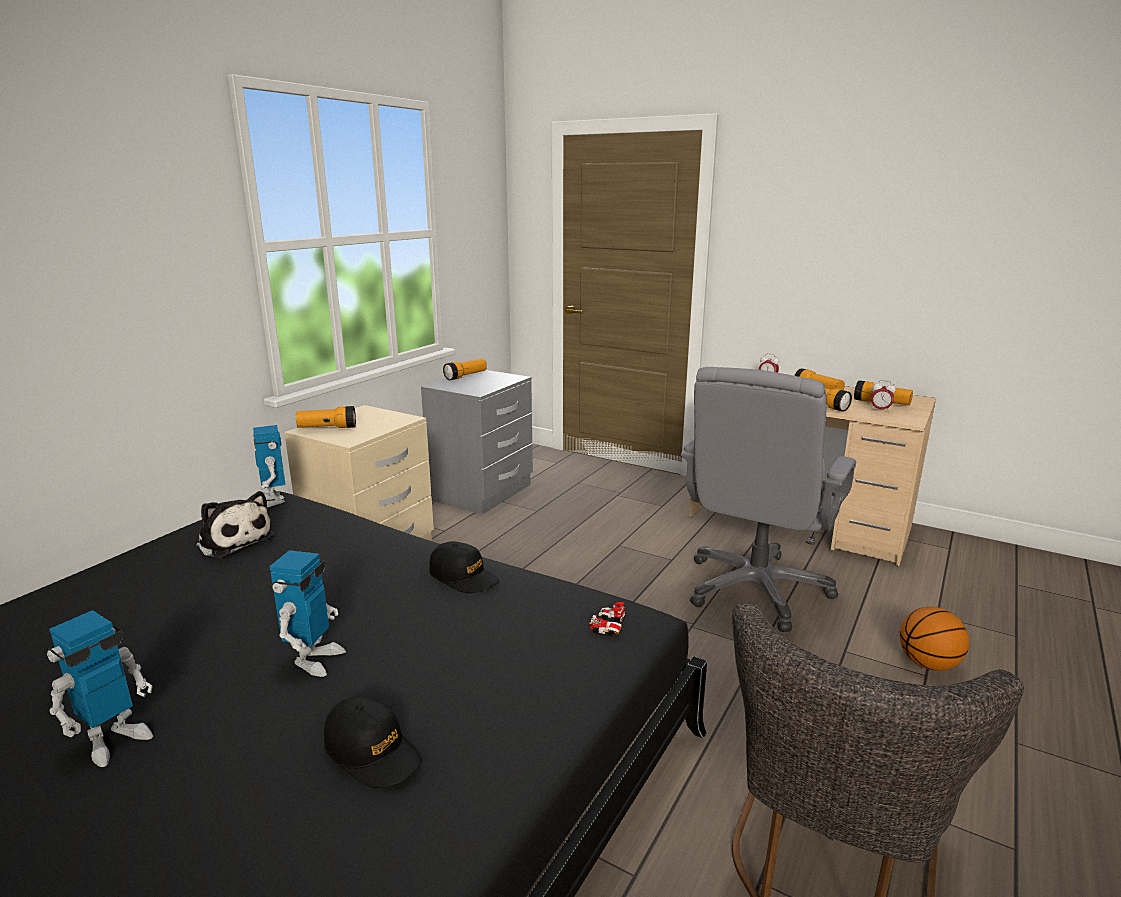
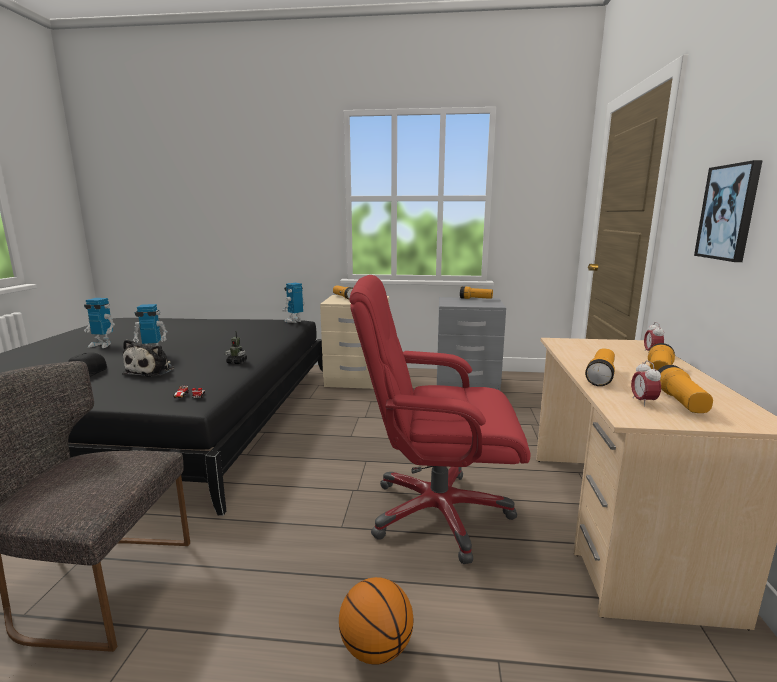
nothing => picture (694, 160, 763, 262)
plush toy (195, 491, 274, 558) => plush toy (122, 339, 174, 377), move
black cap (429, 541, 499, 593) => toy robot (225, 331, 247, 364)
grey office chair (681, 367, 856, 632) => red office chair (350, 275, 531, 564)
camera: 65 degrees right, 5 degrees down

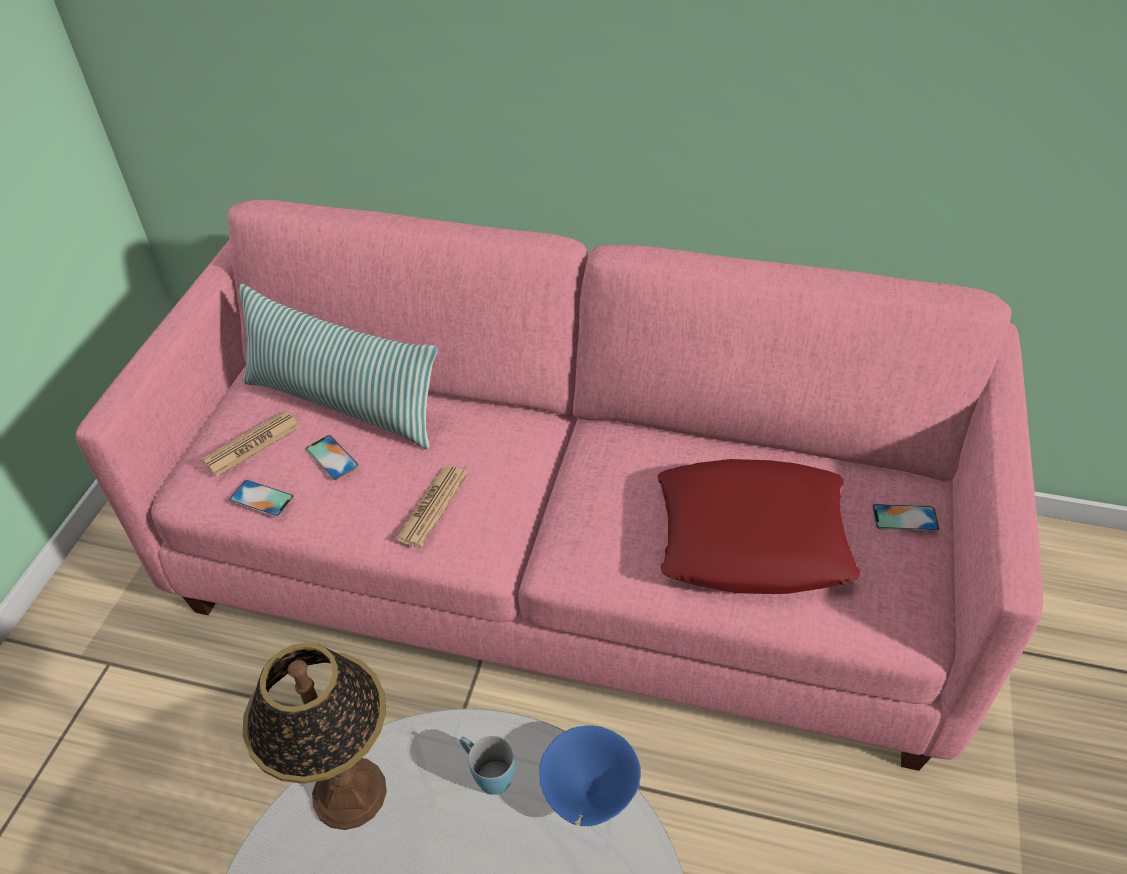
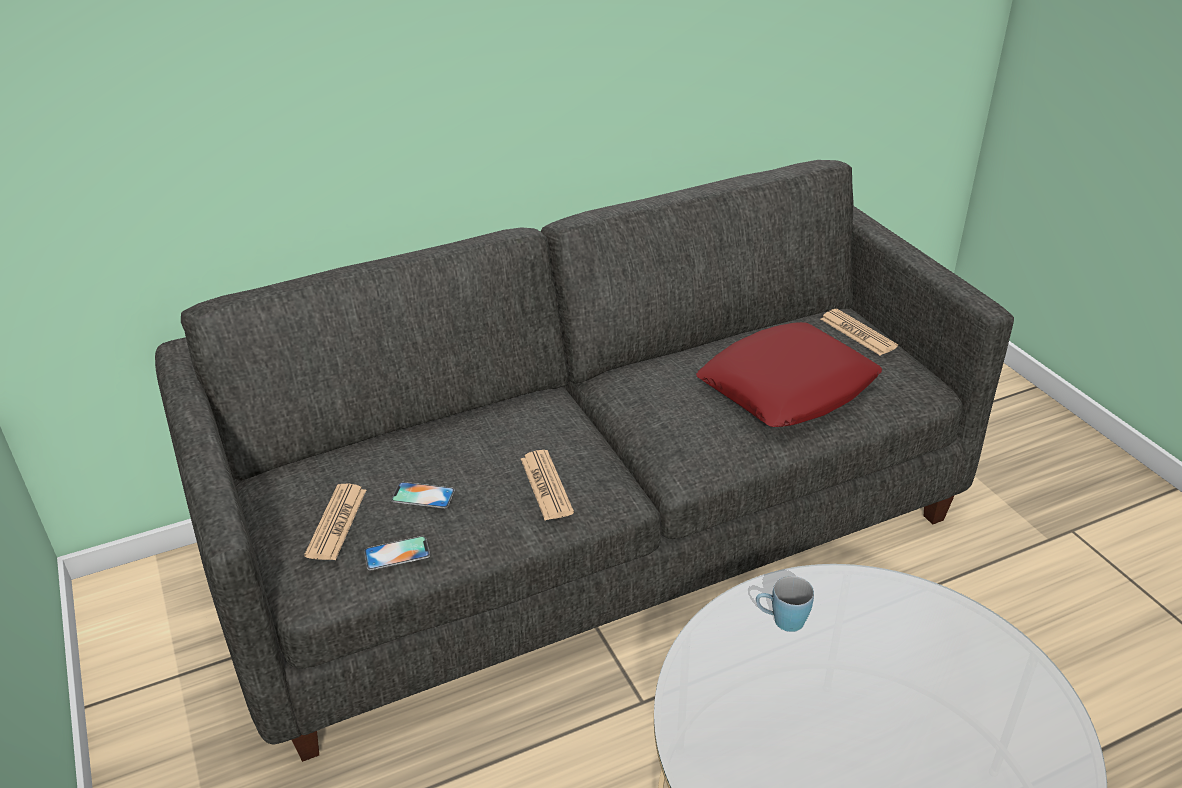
pillow (239, 284, 438, 449) => nothing
table lamp (243, 643, 387, 830) => nothing
blue bowl (539, 726, 641, 826) => nothing
phone (872, 504, 939, 531) => newspaper (820, 309, 898, 356)
pink sofa (76, 200, 1043, 771) => grey sofa (155, 160, 1014, 762)
camera: 40 degrees left, 10 degrees down

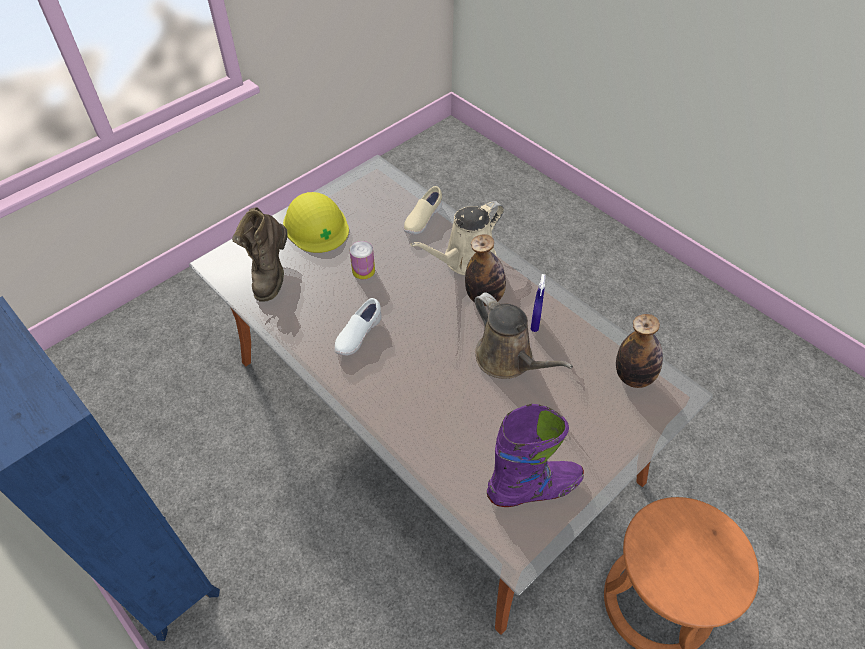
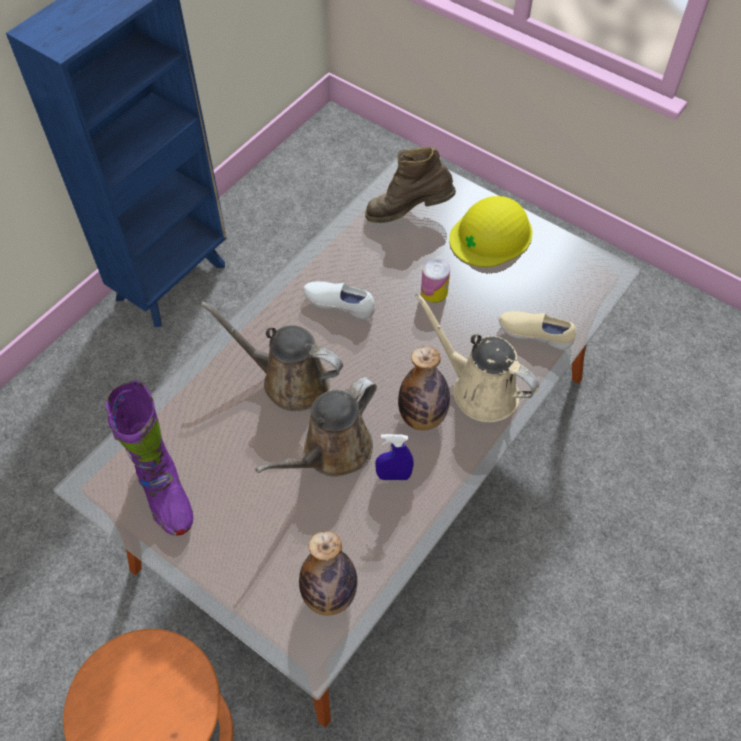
nothing => brown watering can (200, 301, 343, 411)
camera: 80 degrees right, 5 degrees up

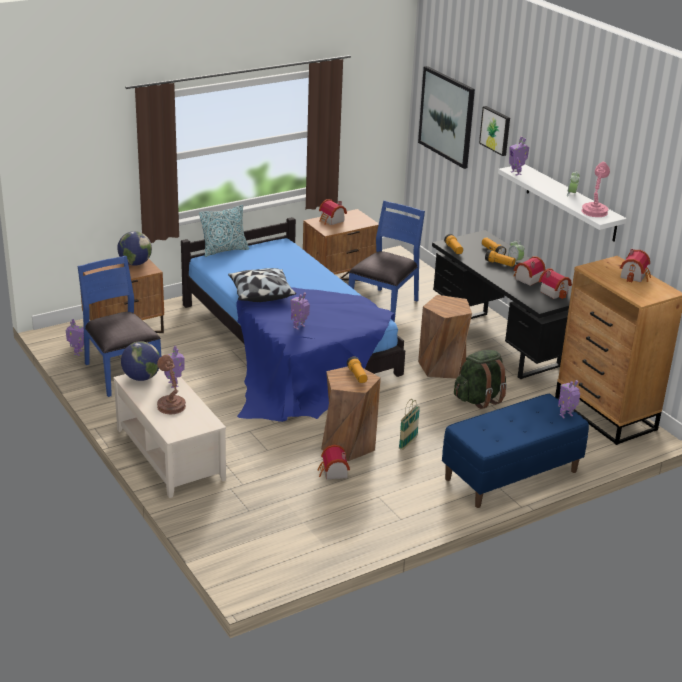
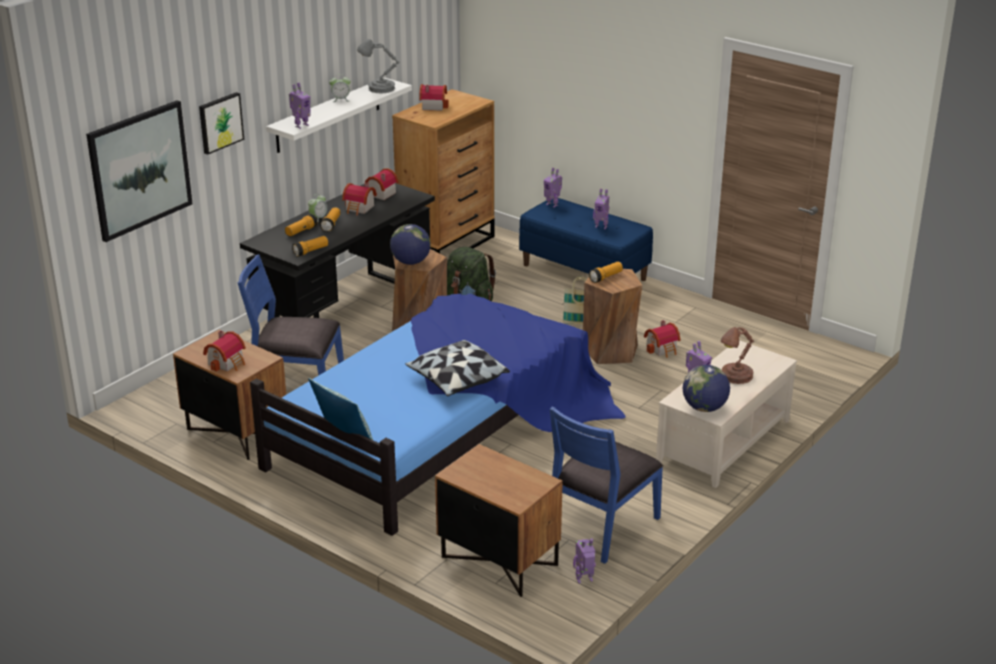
globe (117, 231, 152, 266) => globe (390, 224, 431, 265), move
toy robot (290, 292, 310, 330) => toy robot (593, 188, 610, 229), move
pink table lamp (582, 162, 610, 217) => grey table lamp (357, 39, 399, 93)
camera: 110 degrees left, 0 degrees up

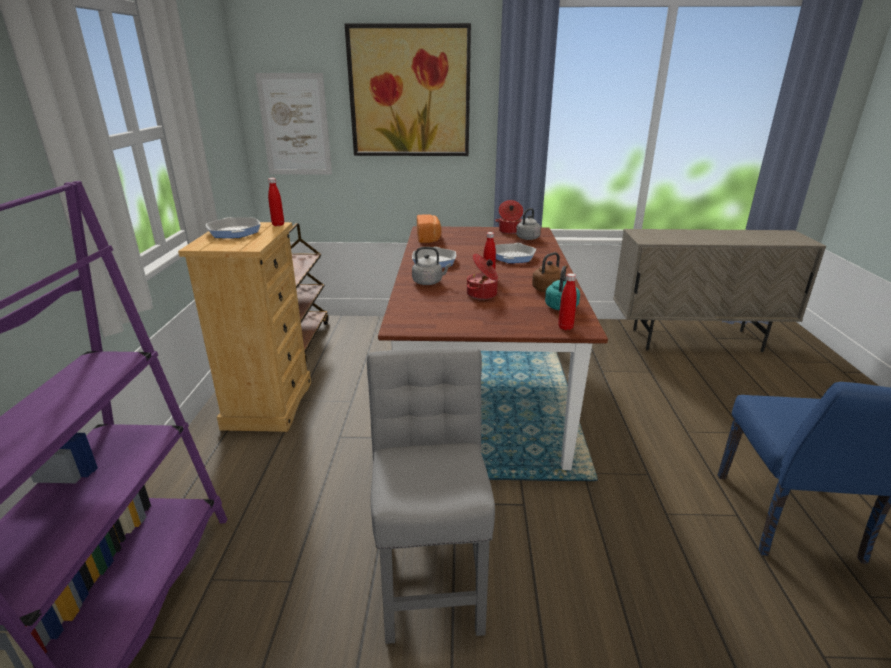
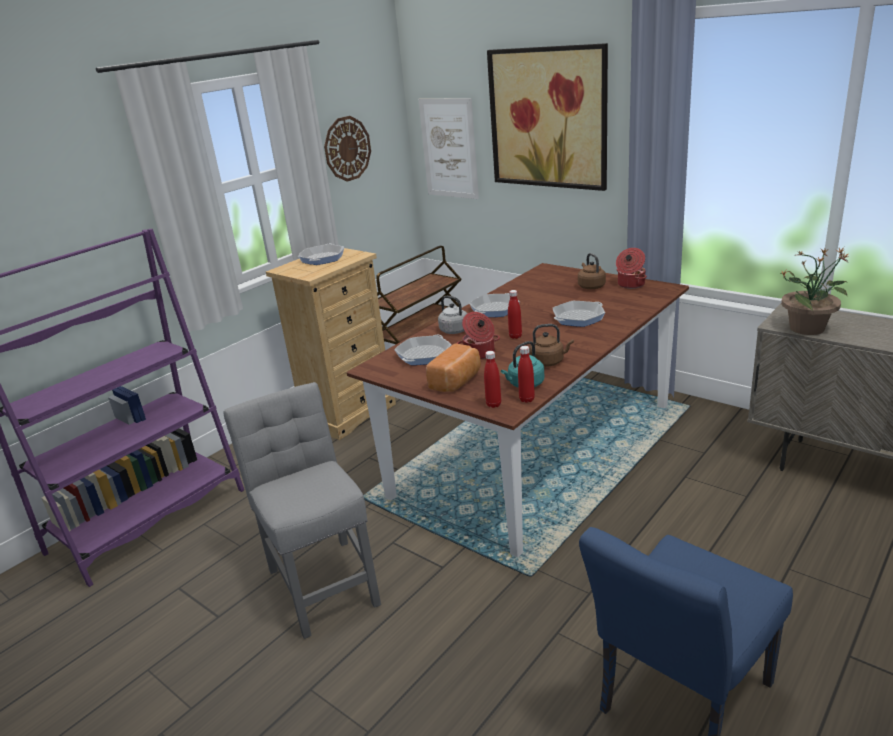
grey kettle (516, 208, 541, 240) => nothing
nothing => wall clock (324, 116, 371, 182)
nothing => frying pan (394, 335, 452, 365)
nothing => brown kettle (578, 253, 606, 289)
nothing => potted plant (779, 247, 849, 335)
red bottle (268, 178, 284, 226) => red bottle (518, 346, 535, 403), move
bread (417, 214, 441, 243) => bread (426, 343, 481, 392), move
grey chair (367, 347, 495, 644) => grey chair (224, 382, 381, 639), 60 degrees counterclockwise
camera: 40 degrees right, 0 degrees up

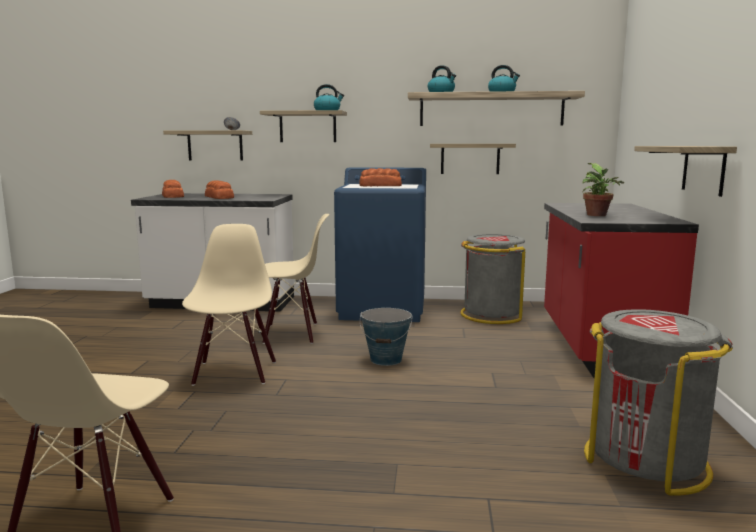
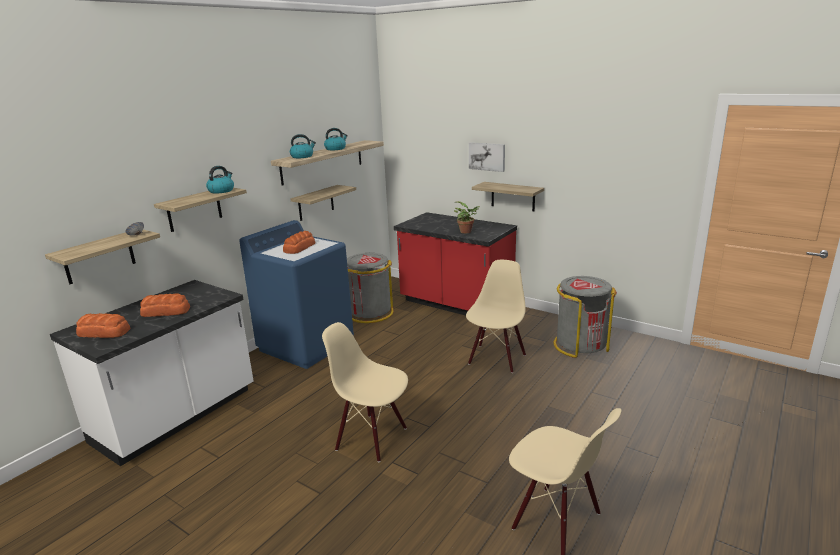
bucket (360, 308, 412, 366) => nothing
nothing => picture (469, 142, 505, 172)
beige chair (263, 214, 329, 344) => beige chair (466, 260, 526, 373), move
camera: 60 degrees left, 10 degrees up

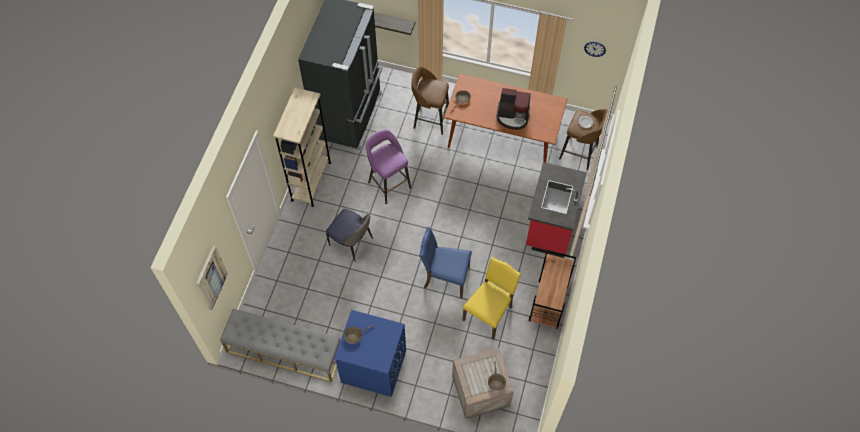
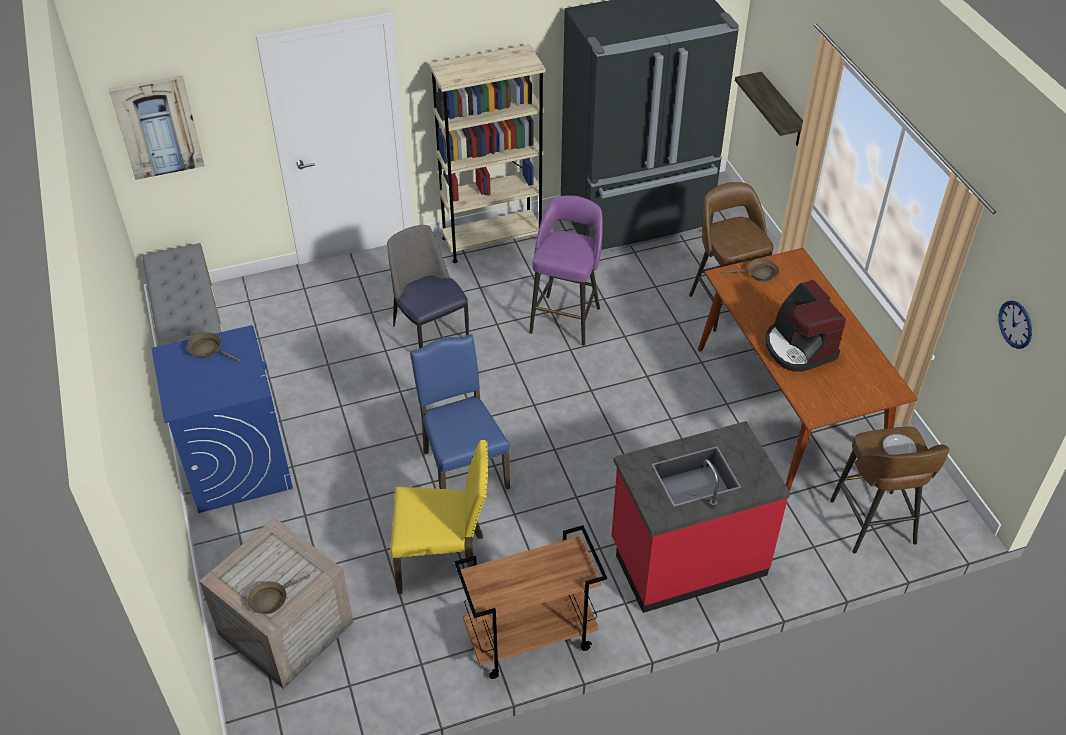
chair (326, 209, 373, 261) => chair (387, 225, 469, 348), 150 degrees clockwise
camera: 55 degrees right, 15 degrees down

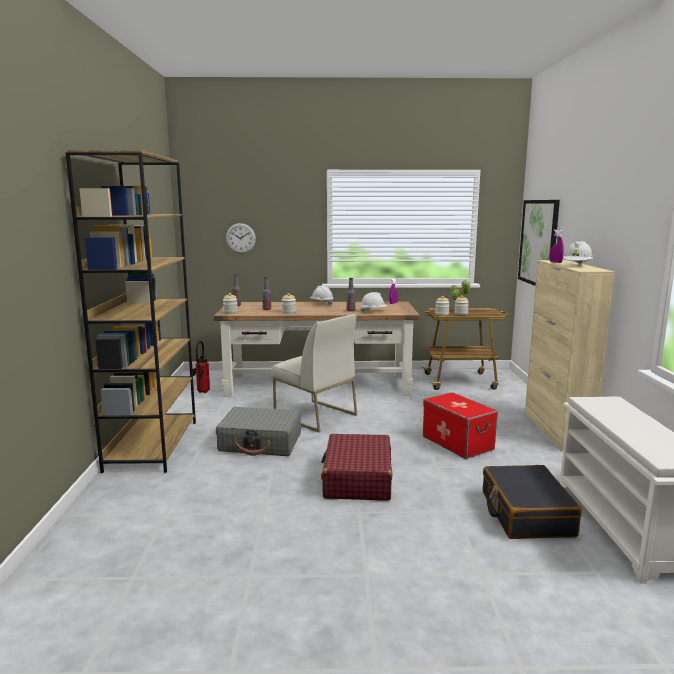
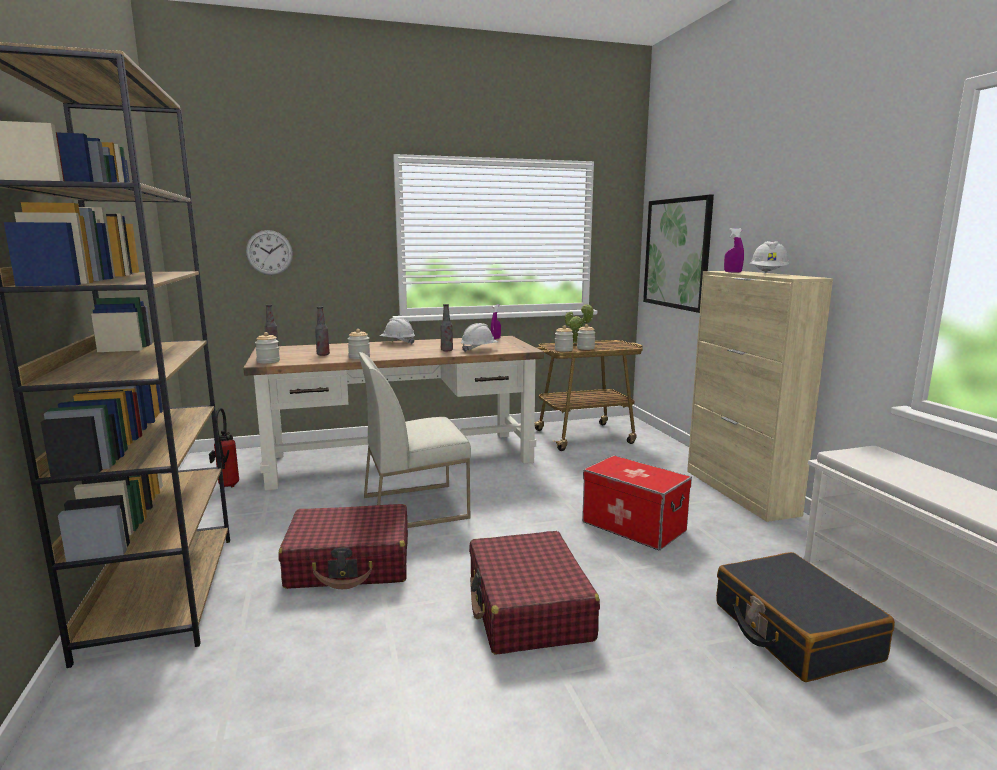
grey suitcase (216, 407, 301, 456) => red suitcase (279, 504, 408, 589)
white chair (272, 314, 357, 432) => white chair (359, 352, 471, 528), 135 degrees clockwise
camera: 15 degrees left, 0 degrees up

